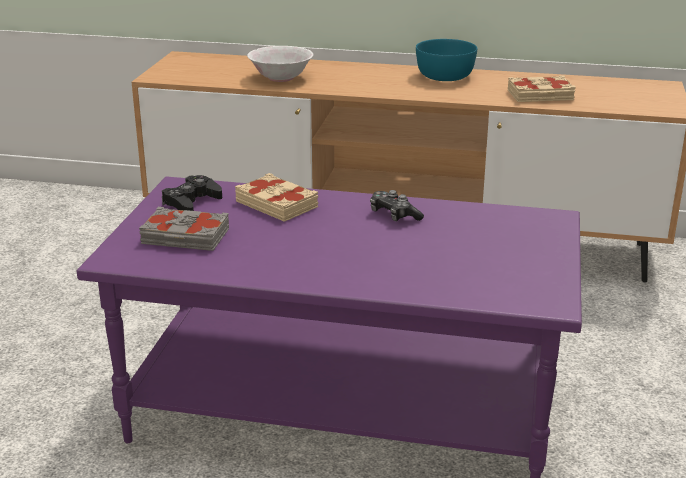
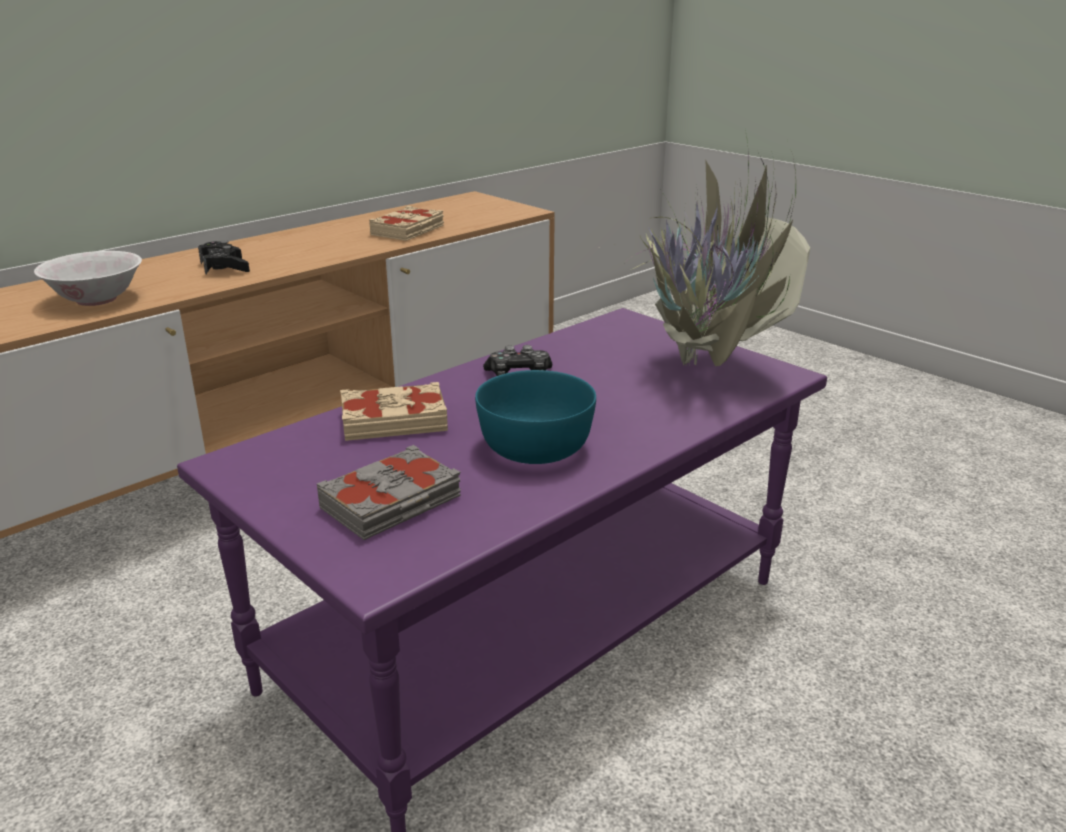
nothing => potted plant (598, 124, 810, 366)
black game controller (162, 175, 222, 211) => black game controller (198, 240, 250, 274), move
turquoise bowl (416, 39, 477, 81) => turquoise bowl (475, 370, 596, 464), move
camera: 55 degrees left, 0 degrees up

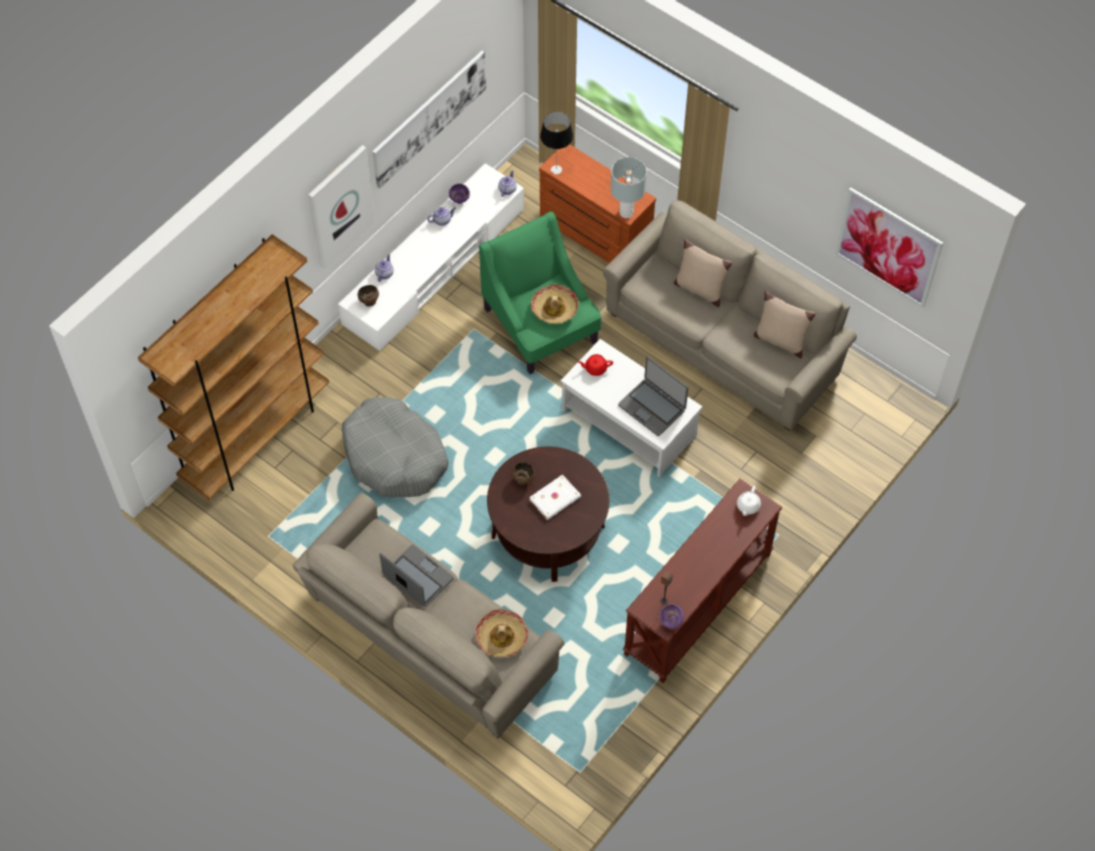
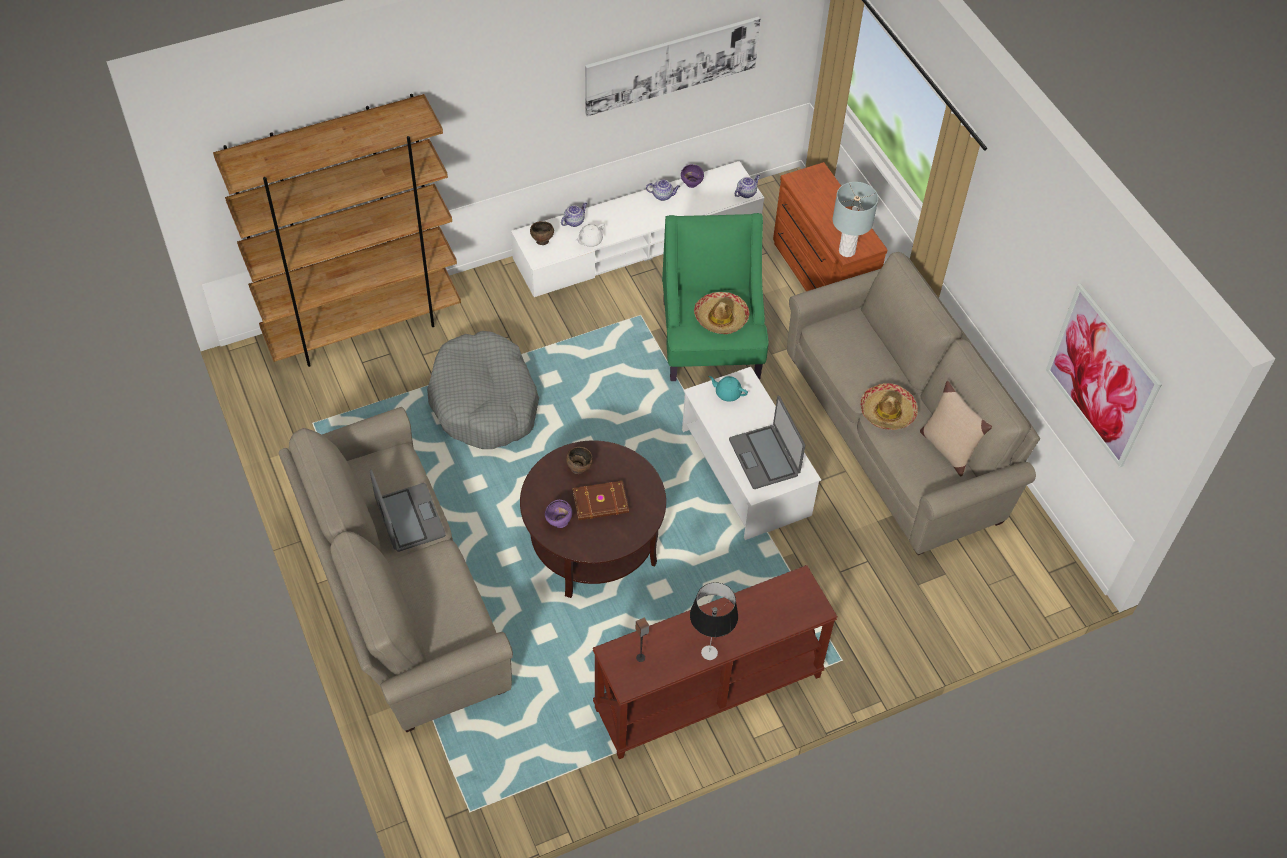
picture (308, 145, 375, 269) => nothing
beige pillow (674, 239, 732, 307) => nothing
hat (475, 609, 528, 657) => hat (860, 383, 918, 430), move
table lamp (540, 112, 573, 174) => table lamp (690, 582, 738, 660), move
purple bowl (660, 604, 684, 629) => purple bowl (545, 500, 572, 528), move
white teapot (737, 486, 761, 516) => white teapot (575, 223, 605, 247), move
white book (529, 475, 581, 520) => brown book (573, 481, 629, 520)
red teapot (578, 354, 613, 376) => turquoise teapot (709, 376, 748, 402)
camera: 25 degrees right, 5 degrees down

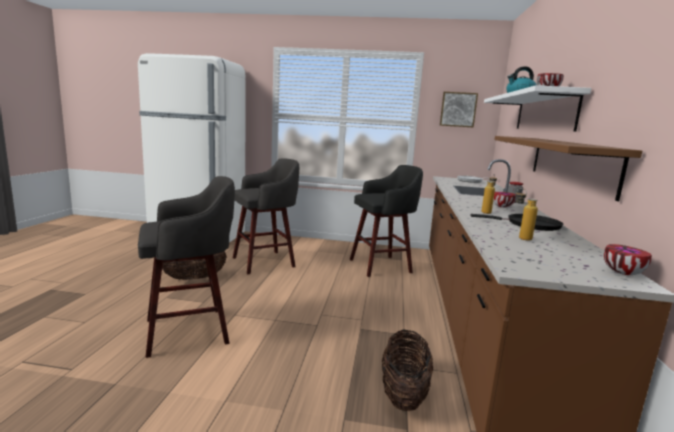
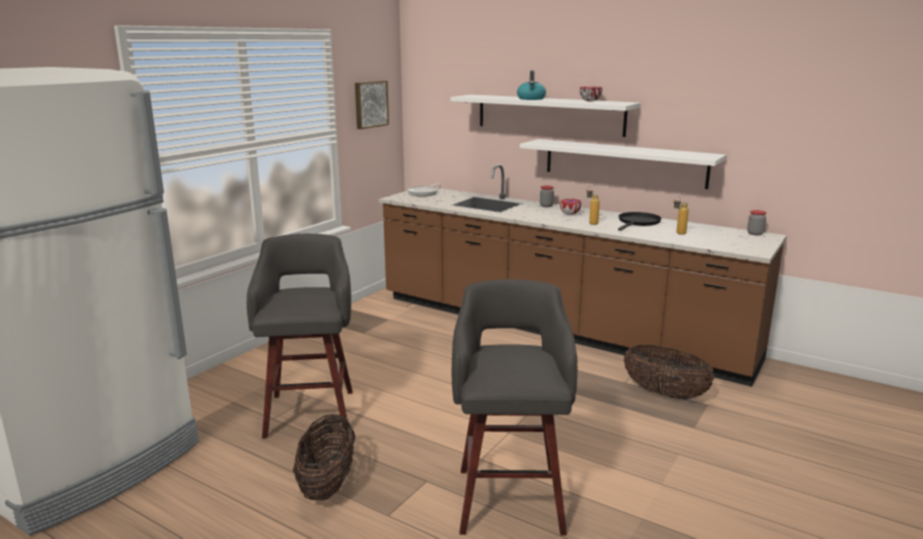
black stool (350, 165, 423, 277) => nothing
bowl (604, 244, 652, 275) => jar (747, 210, 766, 235)
brown shelf (494, 136, 642, 201) => white shelf (520, 139, 726, 189)
camera: 65 degrees left, 5 degrees up

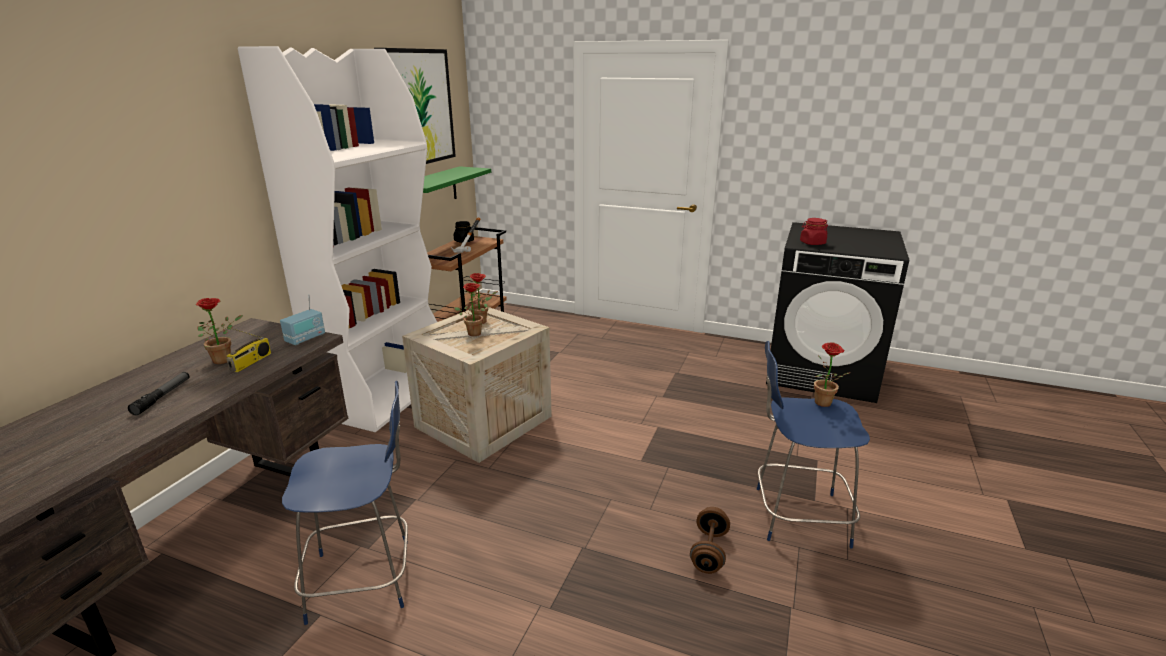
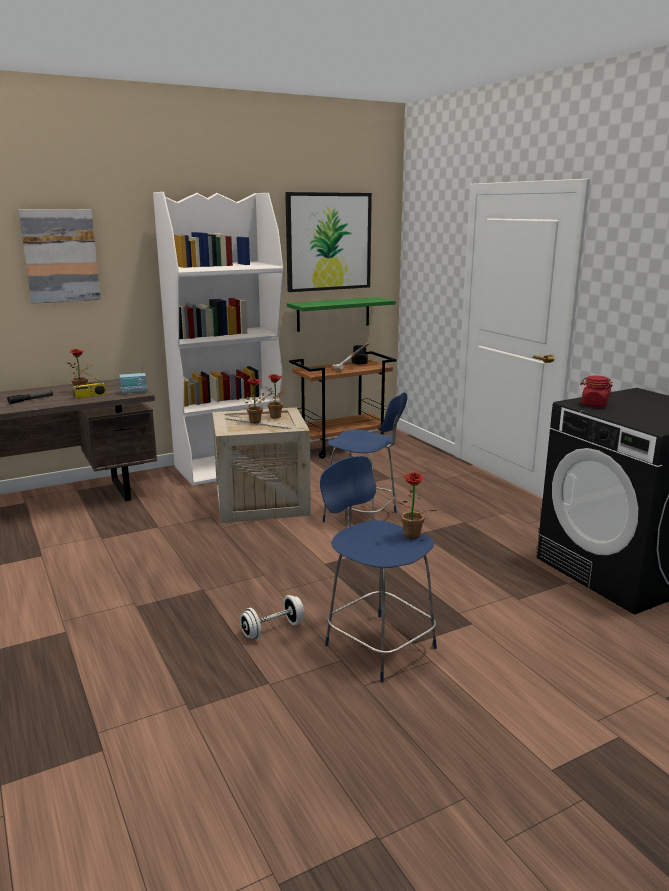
nothing => picture (19, 209, 101, 304)
blue stool (282, 381, 408, 625) => blue stool (322, 392, 407, 523), move
brown dumbbell (690, 507, 730, 574) => white dumbbell (240, 595, 305, 639)
camera: 40 degrees right, 5 degrees down

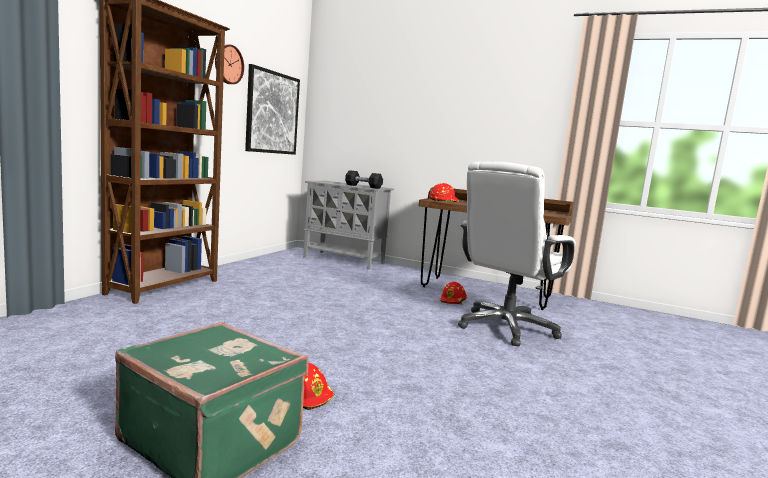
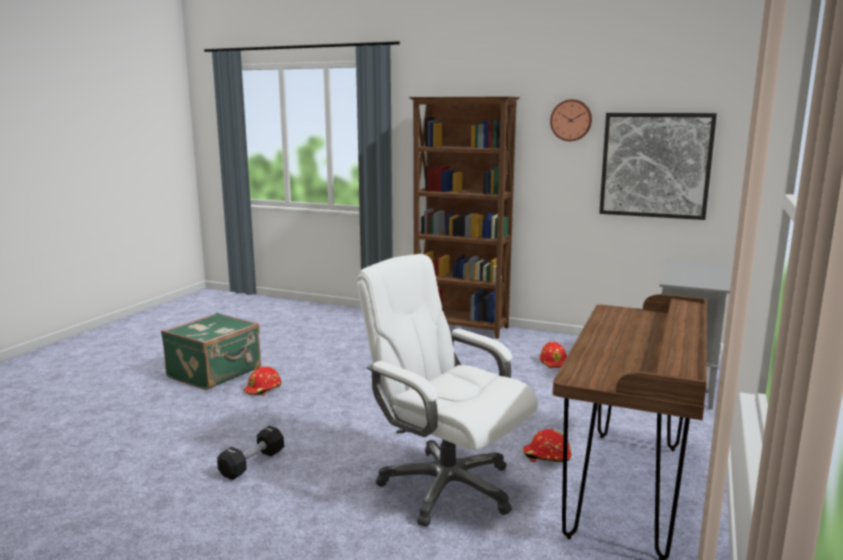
black dumbbell (345, 171, 383, 189) => black dumbbell (217, 426, 284, 480), move
red hard hat (429, 183, 459, 202) => red hard hat (540, 341, 567, 368), move
camera: 90 degrees right, 5 degrees up

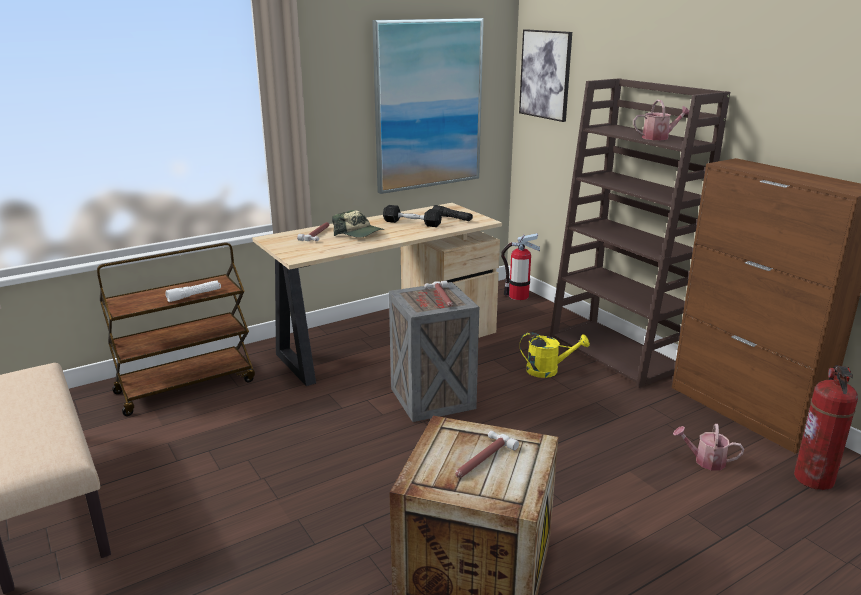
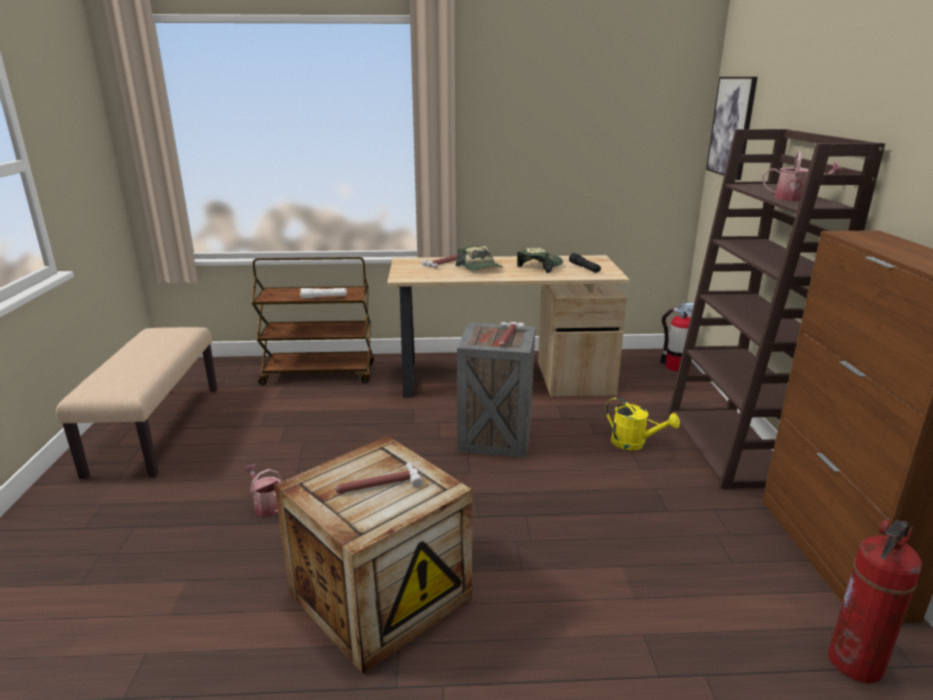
picture (372, 18, 484, 194) => nothing
watering can (673, 424, 744, 470) => watering can (244, 464, 282, 517), move
black dumbbell (383, 205, 442, 227) => cap (517, 248, 563, 273)
camera: 30 degrees right, 0 degrees up

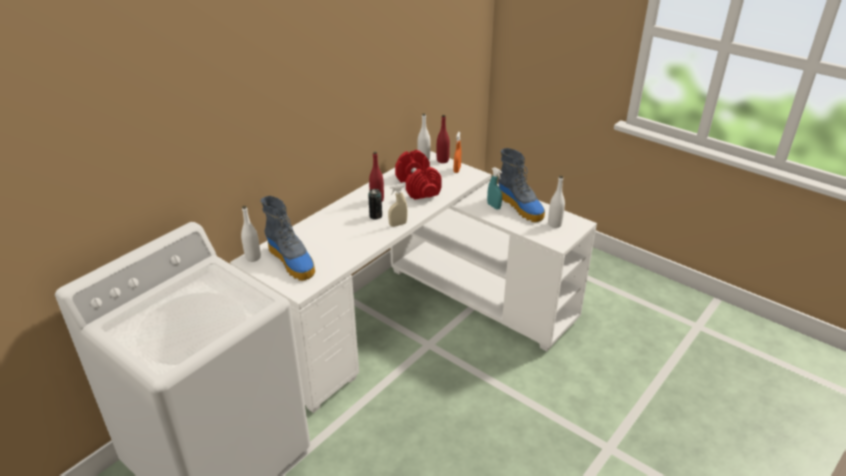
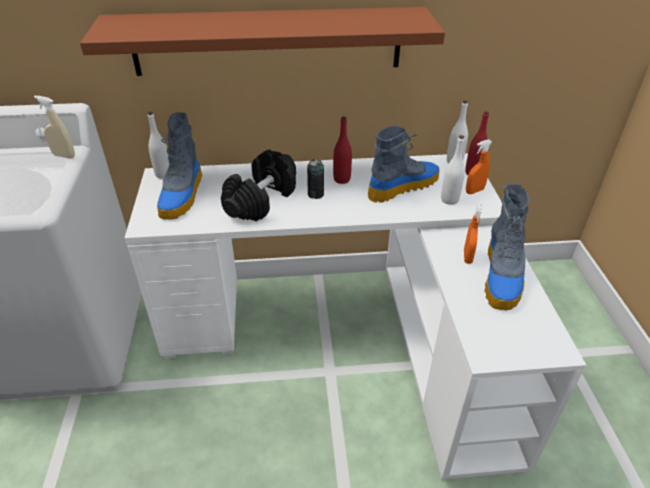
nothing => brown shelf (80, 7, 445, 76)
nothing => black dumbbell (221, 150, 296, 222)
beige spray bottle (388, 184, 408, 227) => beige spray bottle (34, 96, 75, 159), move
white bottle (548, 176, 565, 228) => white bottle (441, 135, 465, 205), move
red dumbbell (395, 150, 442, 200) => boot (368, 126, 440, 203)
turquoise spray bottle (487, 167, 502, 210) => orange spray bottle (464, 202, 482, 264)
camera: 45 degrees right, 5 degrees up

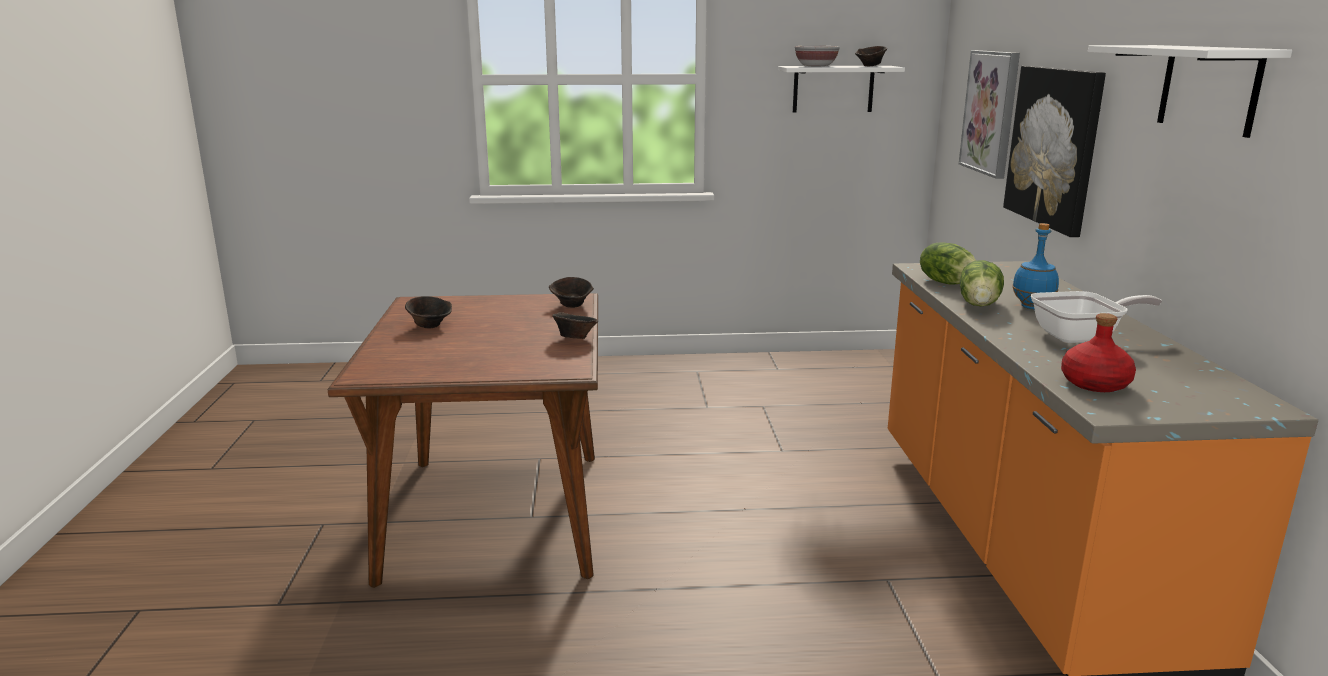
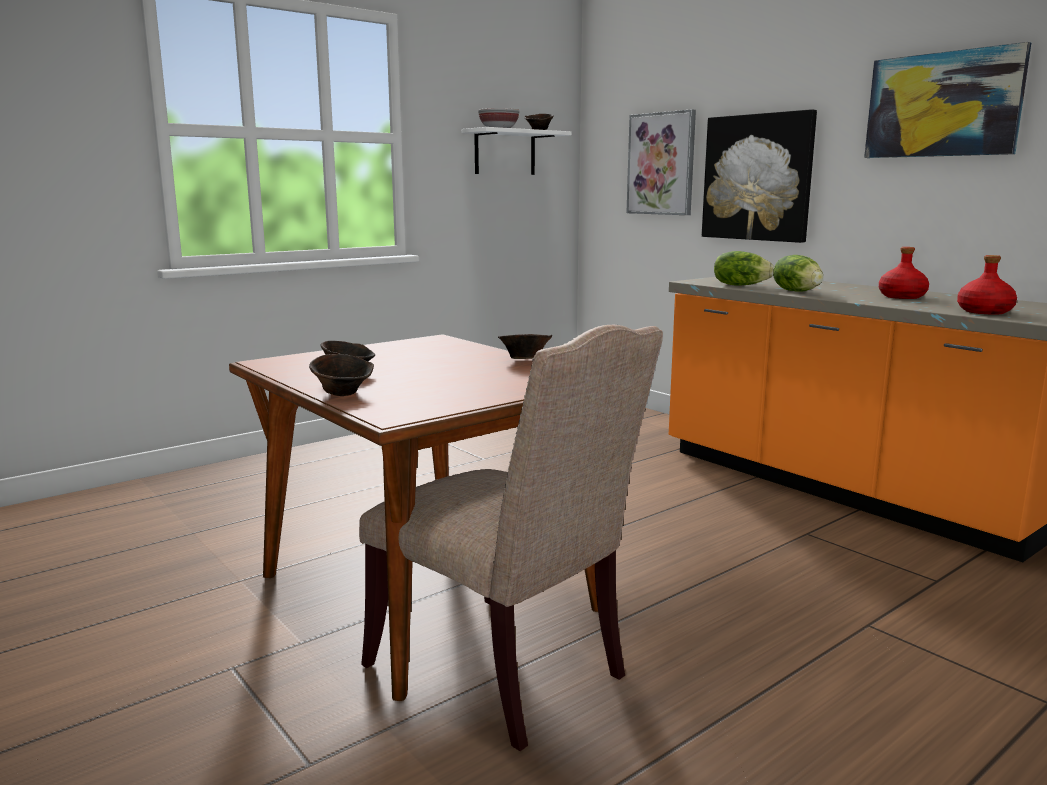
blue bottle (1012, 223, 1059, 309) => nothing
nothing => beige chair (359, 325, 663, 751)
brown bowl (549, 277, 594, 308) => brown bowl (309, 354, 374, 396), move
frying pan (1031, 291, 1162, 343) => red bottle (879, 247, 929, 299)
white shelf (1088, 45, 1292, 138) => picture (864, 42, 1031, 158)
camera: 35 degrees left, 5 degrees down

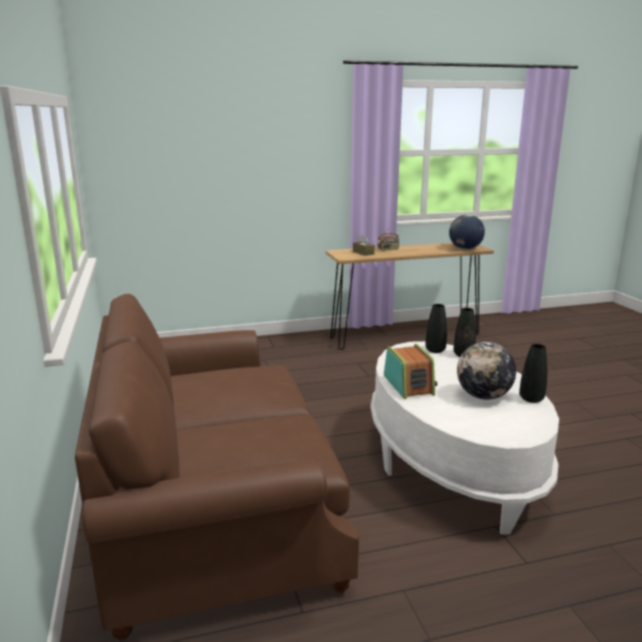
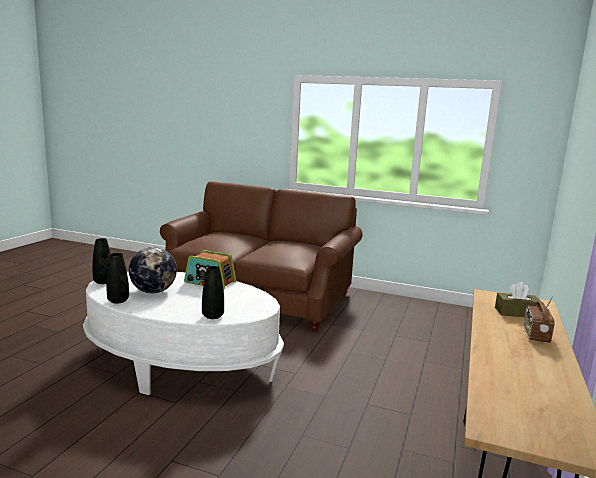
globe (449, 214, 485, 250) => nothing
black vase (425, 304, 447, 353) => black vase (92, 238, 111, 284), move
camera: 125 degrees right, 5 degrees down

